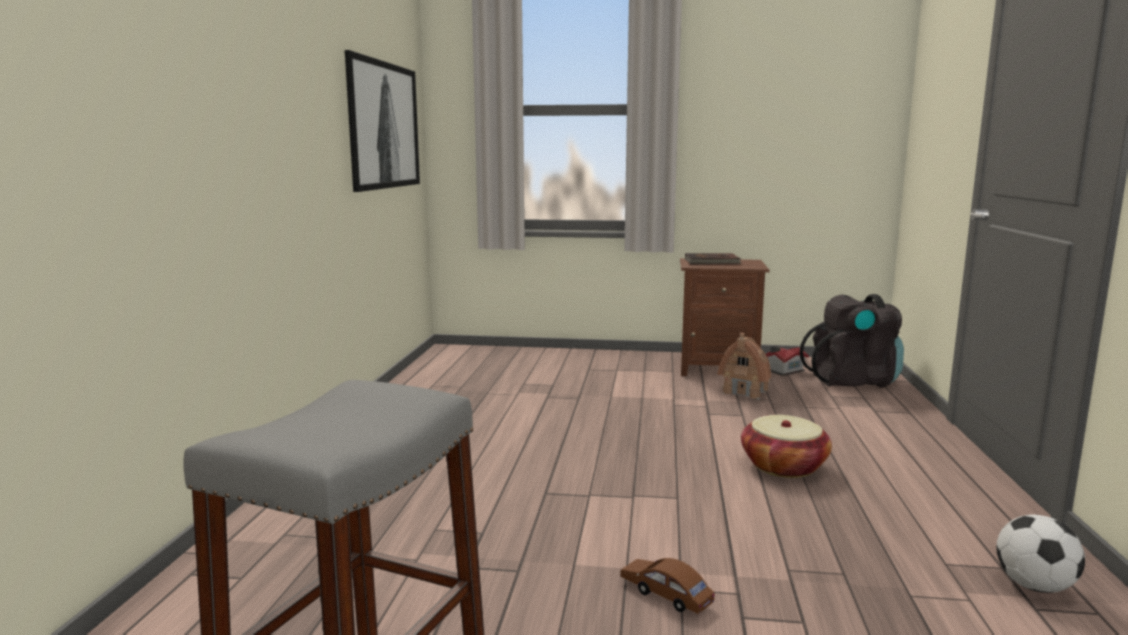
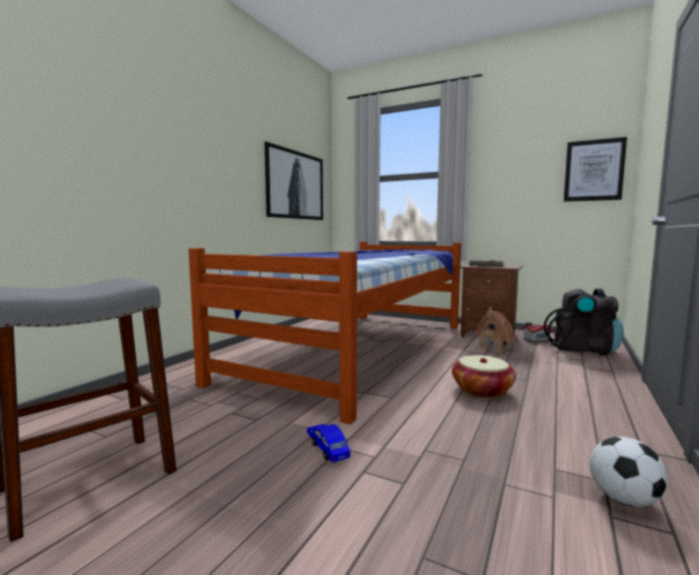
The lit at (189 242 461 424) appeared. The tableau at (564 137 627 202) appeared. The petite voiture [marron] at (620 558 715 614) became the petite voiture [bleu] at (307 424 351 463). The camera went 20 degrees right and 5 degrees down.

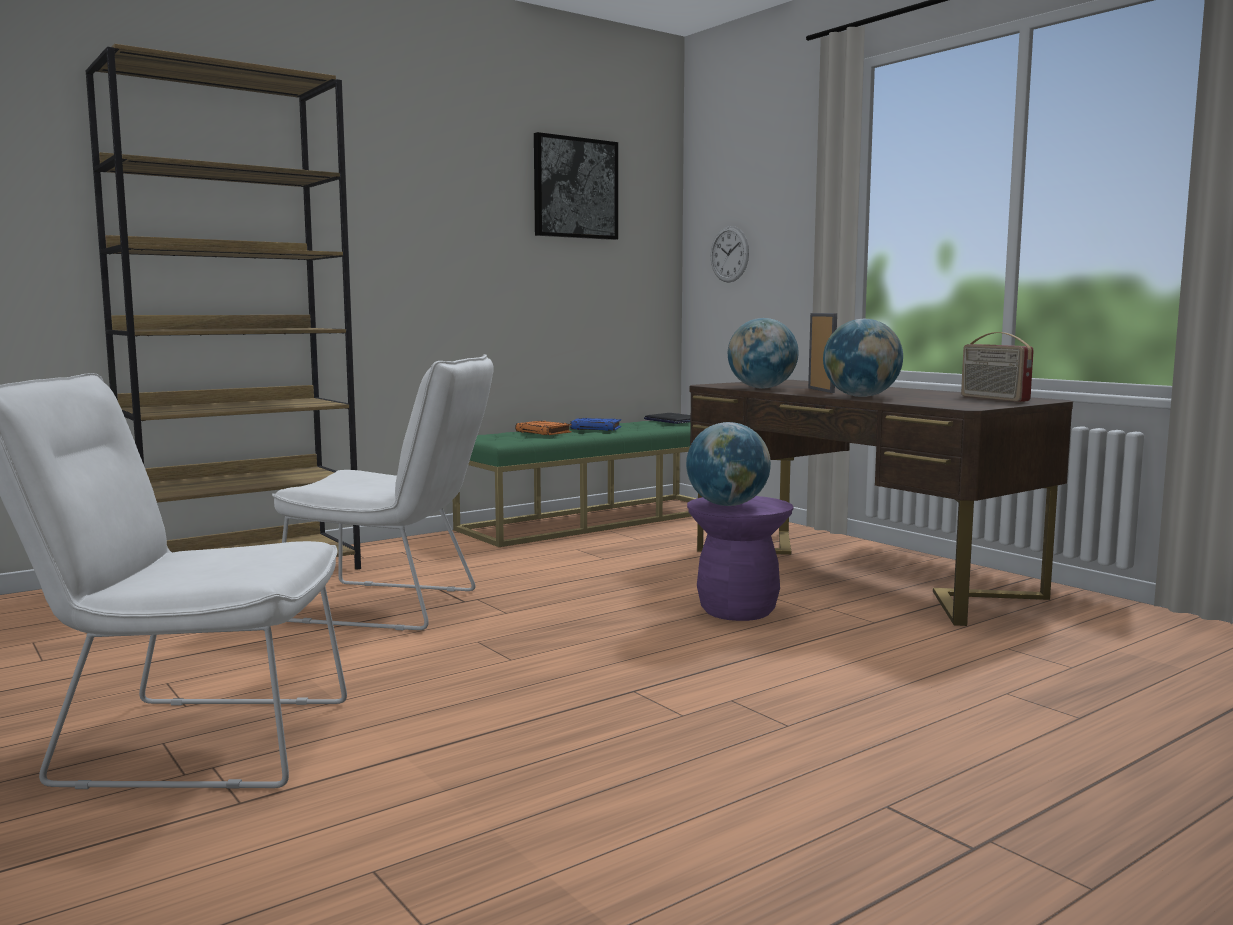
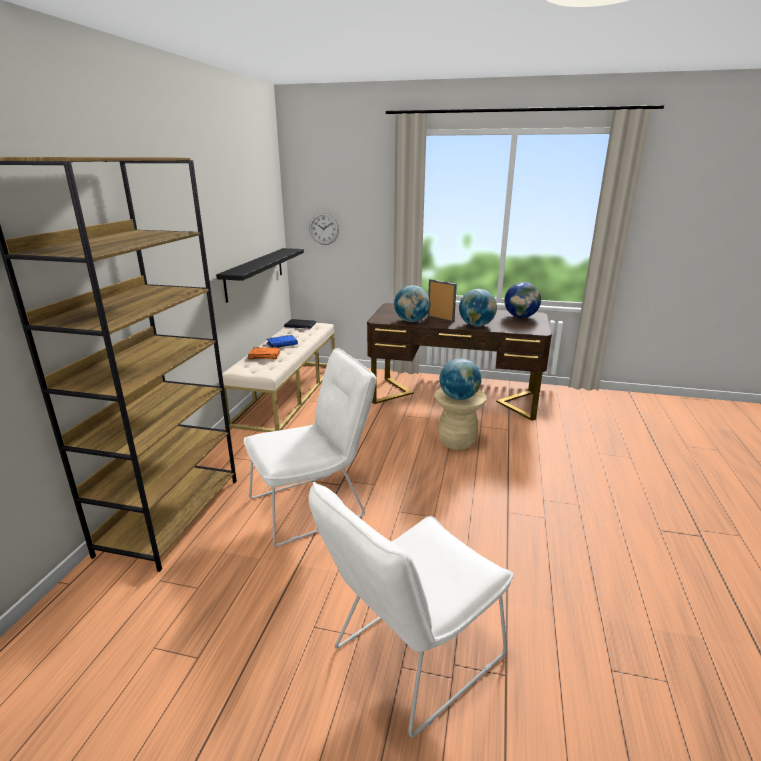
The tableau at (534 132 618 240) disappeared. The étagère [noir] at (216 248 304 303) appeared. The radio at (961 332 1034 402) was replaced by the globe at (504 282 541 318). The banc [vert] at (453 421 697 547) became the banc [beige] at (222 323 335 432). The tabouret [violet] at (687 496 794 621) became the tabouret [beige] at (435 388 487 450). The camera went 40 degrees left and 15 degrees up.

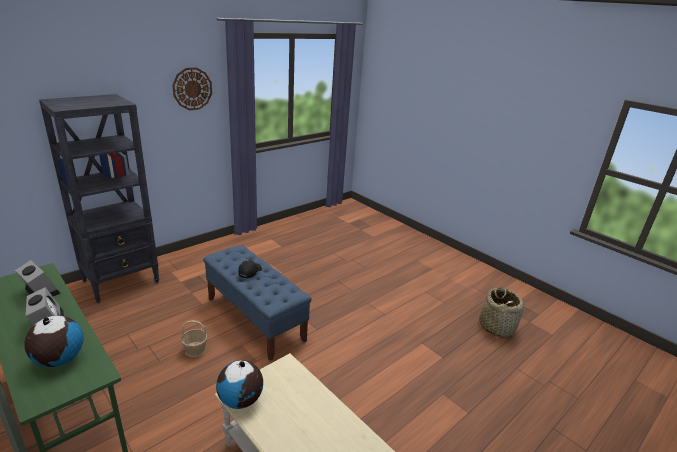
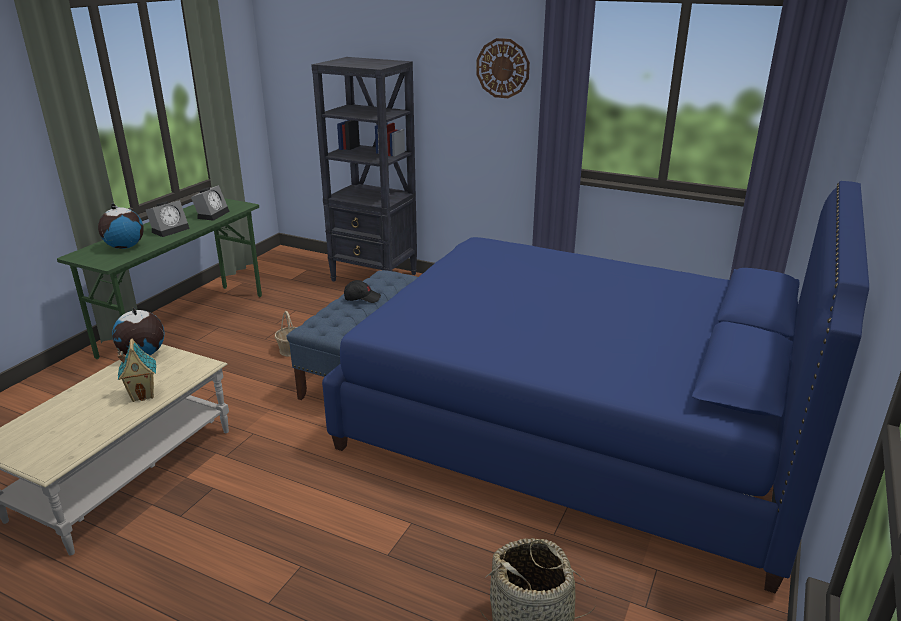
The maison miniature at (117 338 156 402) appeared. The lit [bleu] at (322 181 869 594) appeared. The camera went 70 degrees right and 0 degrees up.

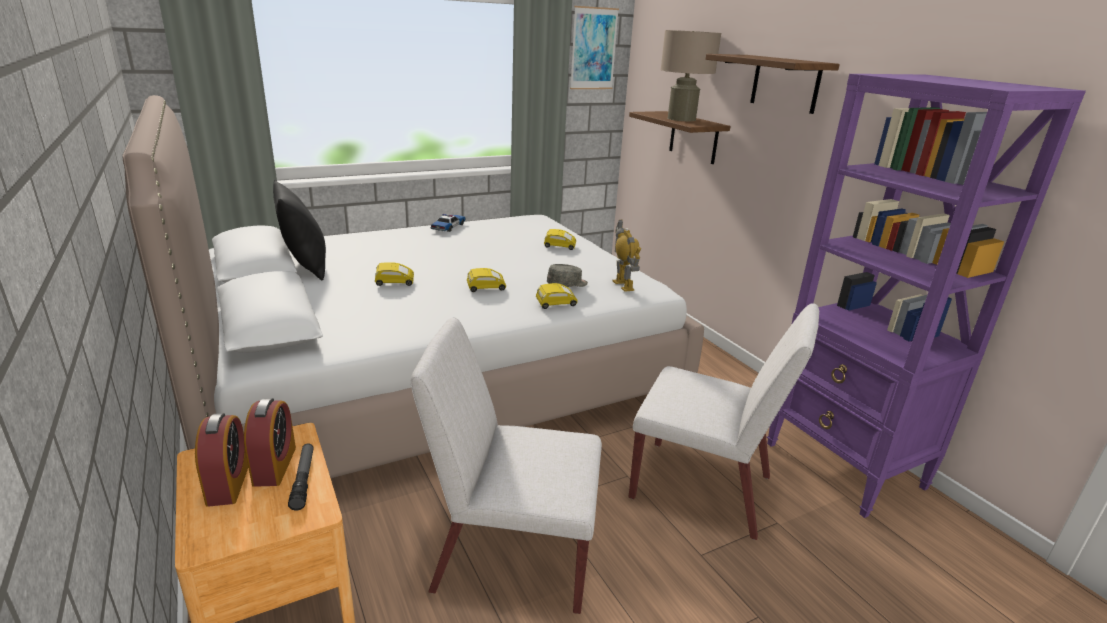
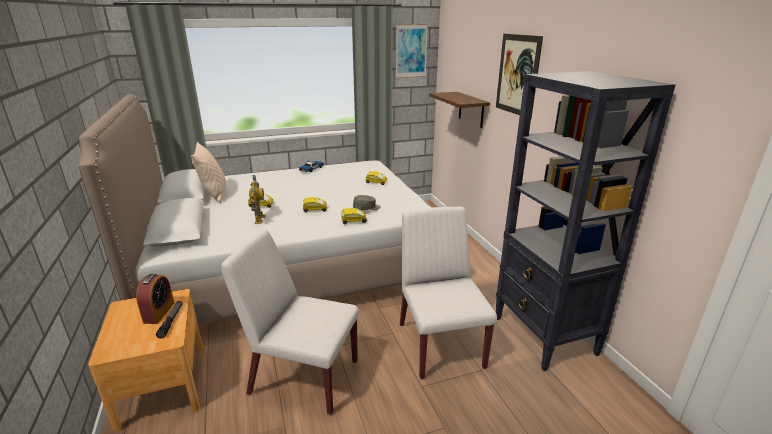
The réveil at (195 413 248 507) disappeared. The lampe de table [beige] at (661 30 721 121) disappeared. The robot jouet moved from (613 220 641 292) to (249 175 265 224). The étagère at (706 54 840 114) was replaced by the tableau at (496 34 543 119). The coussin [noir] at (273 179 326 280) became the coussin [beige] at (191 142 226 203). The bibliothèque [violet] at (767 74 1086 518) became the bibliothèque [noir] at (496 71 676 371). The chaise [blanc] at (629 303 819 540) turned 135 degrees counterclockwise. The camera went 10 degrees right and 0 degrees up.

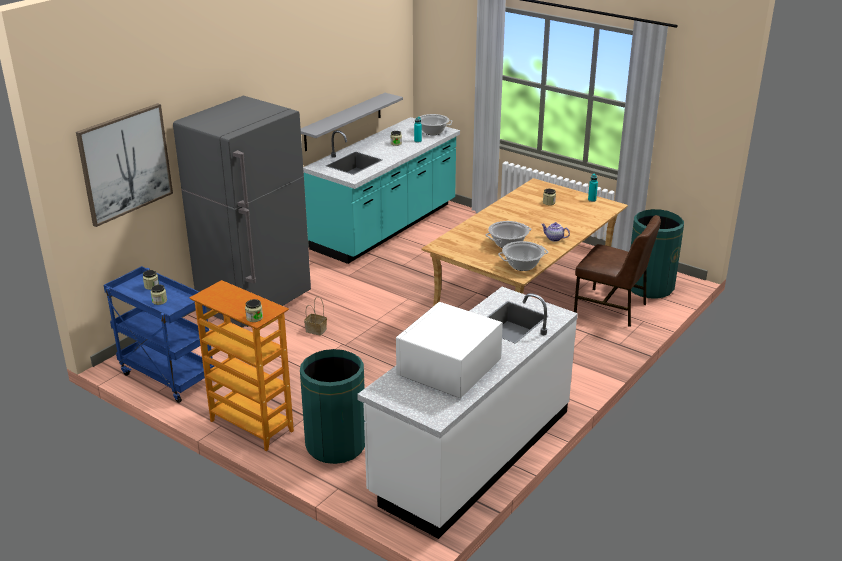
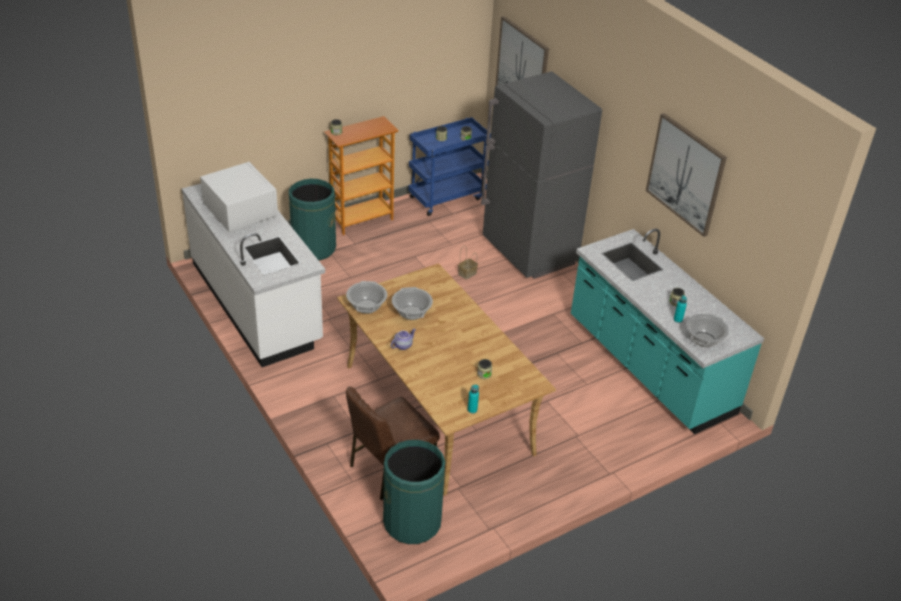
The étagère [gris] at (301 93 403 151) disappeared. The tableau at (646 113 727 237) appeared. The camera went 110 degrees right and 10 degrees up.

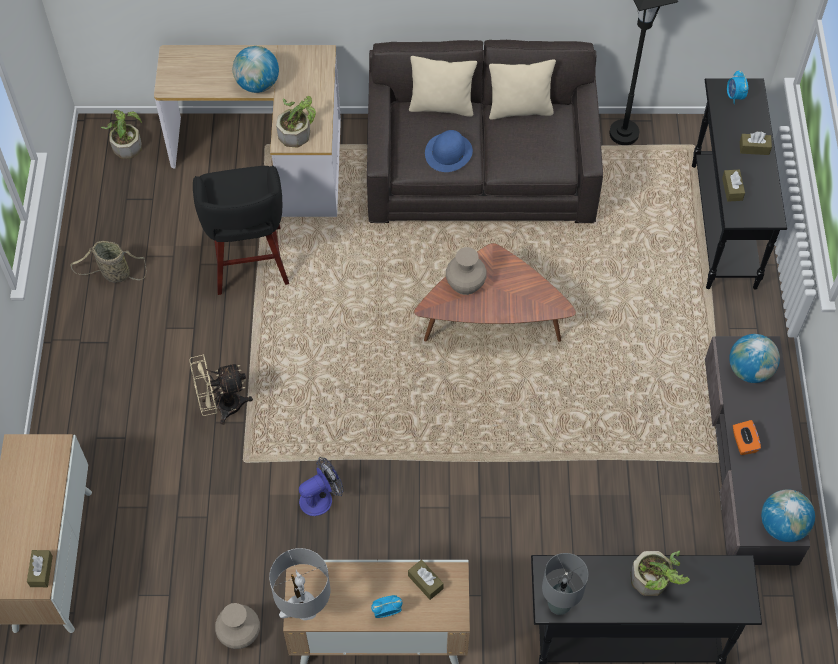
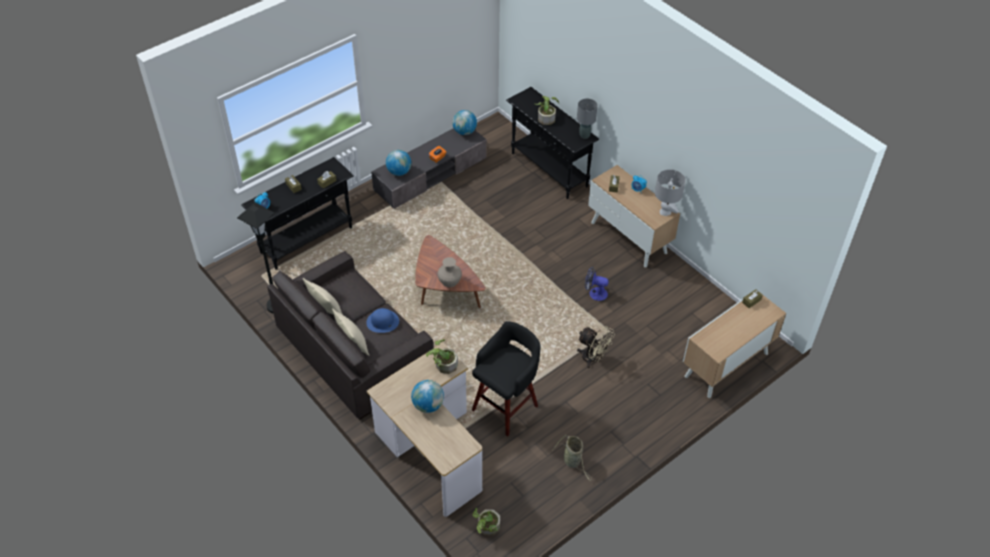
The vase [beige] at (215 603 260 649) disappeared. The camera went 130 degrees left and 10 degrees down.

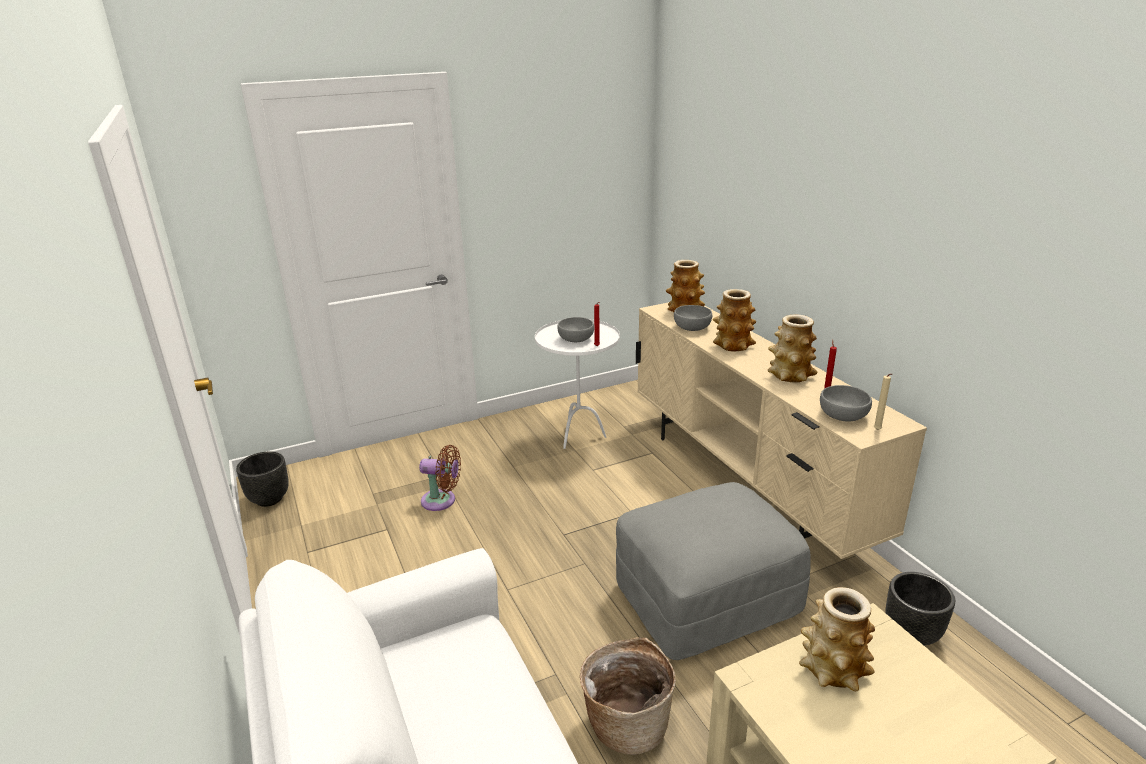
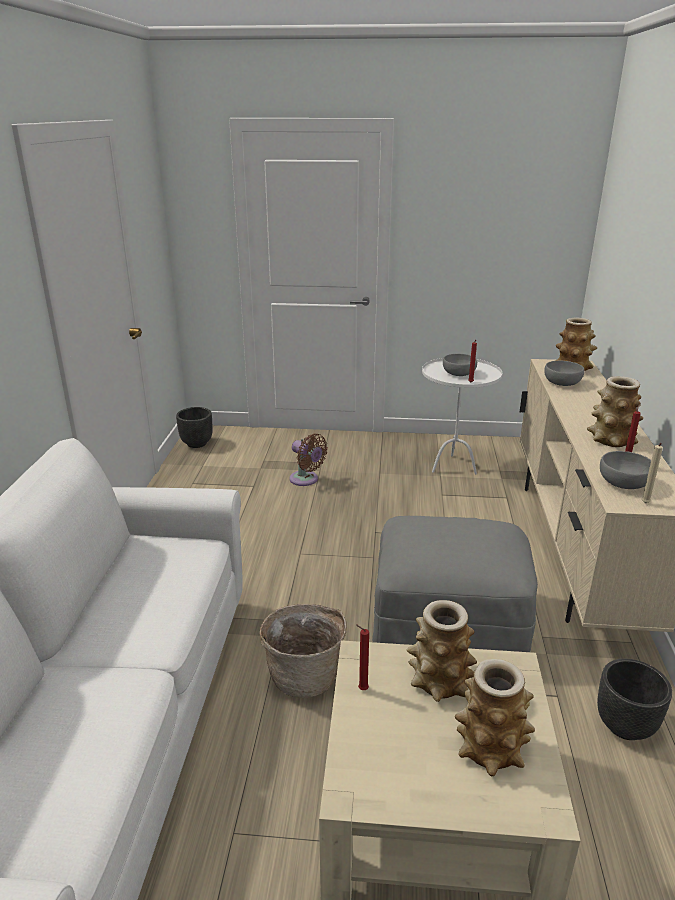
The bougie [rouge] at (356 624 369 690) appeared. The vase moved from (713 289 756 351) to (455 659 535 776). The camera went 30 degrees right and 0 degrees up.

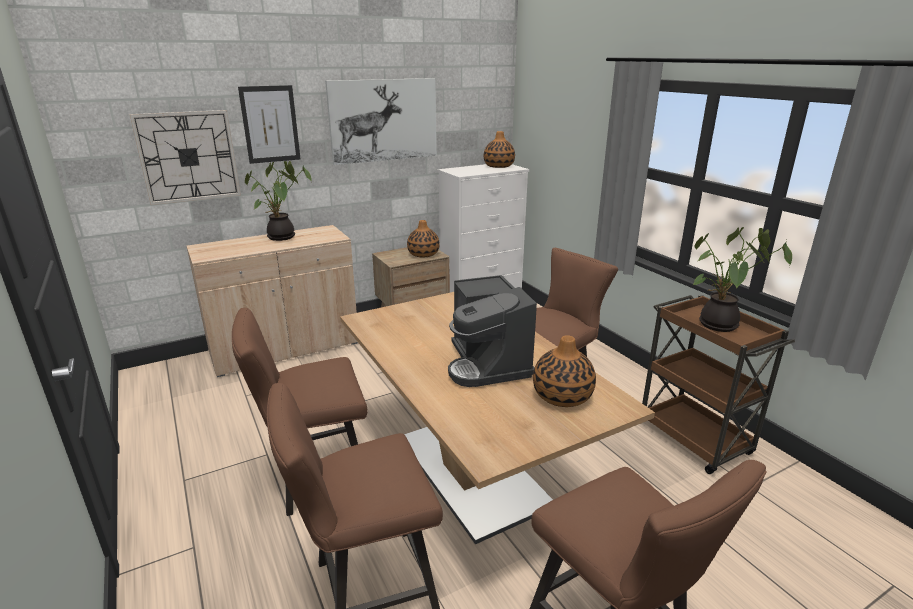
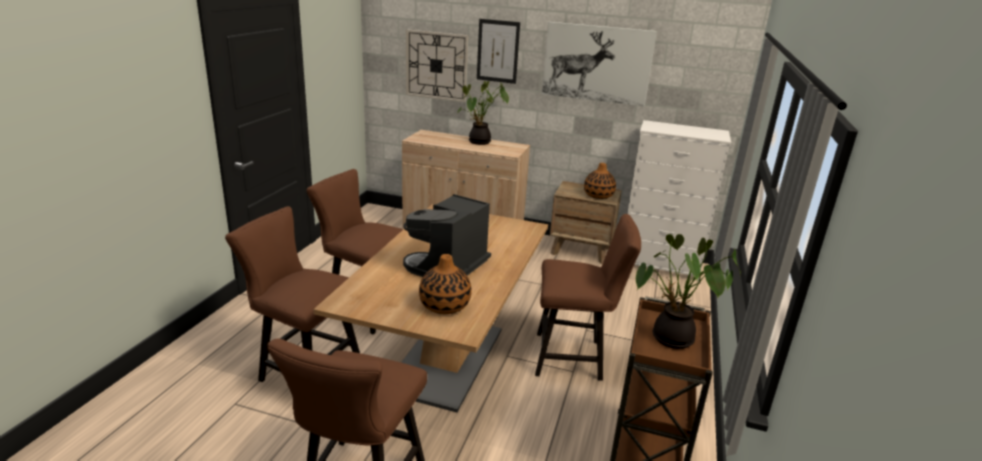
The vase at (484 131 515 168) disappeared. The camera went 45 degrees right and 0 degrees up.

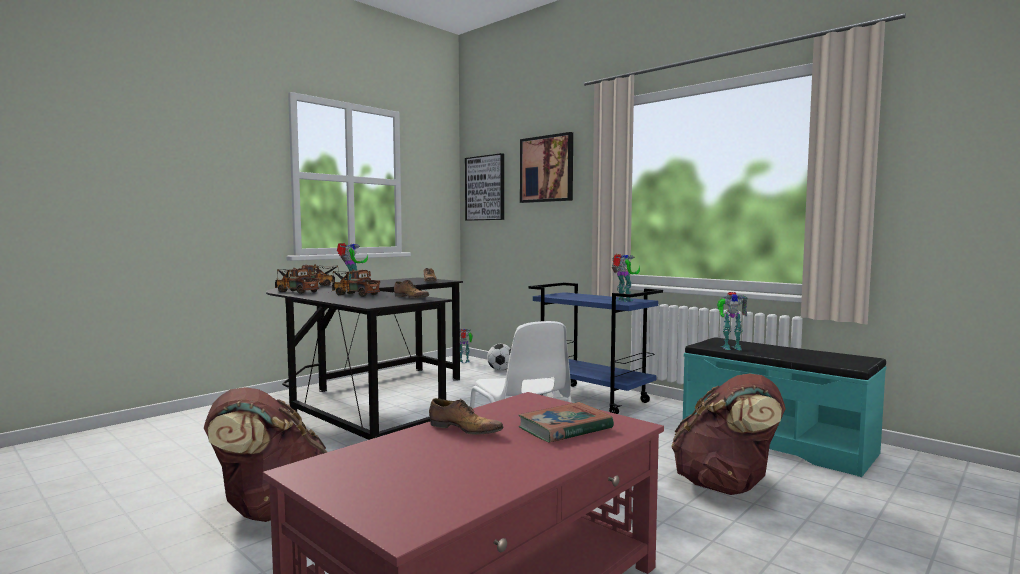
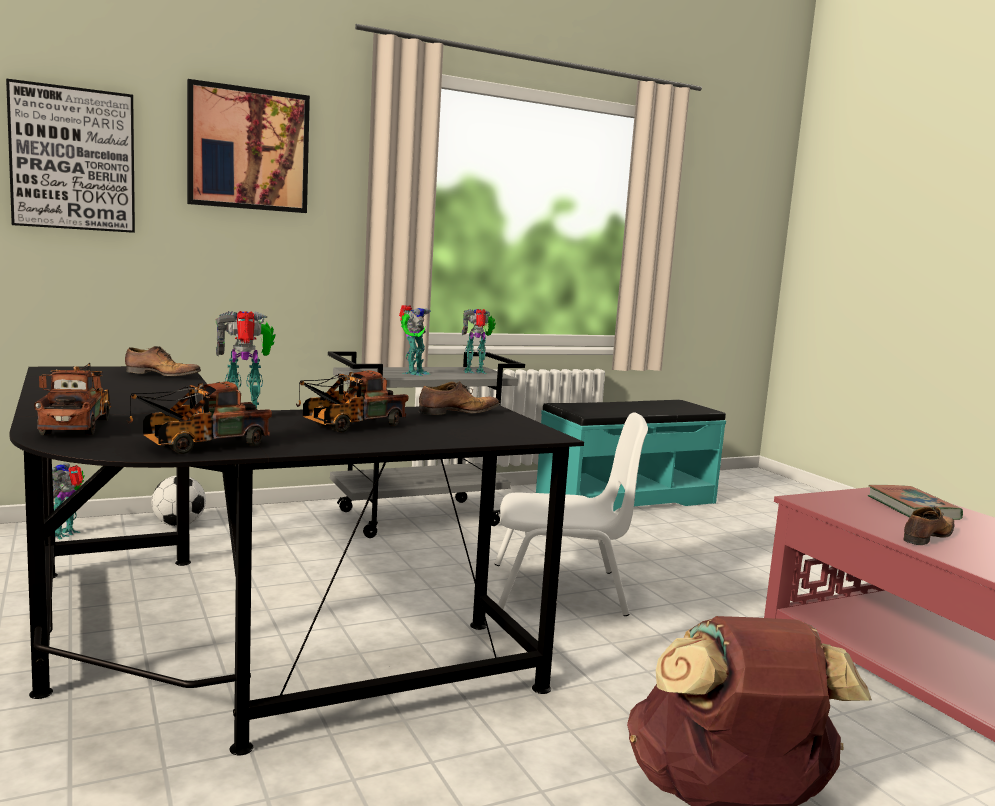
The sac à dos [marron] at (671 373 786 495) disappeared. The robot jouet moved from (717 292 747 350) to (399 305 431 376). The chariot [bleu] at (528 283 663 414) became the chariot [gris] at (328 351 525 538). The camera went 70 degrees left and 5 degrees up.

